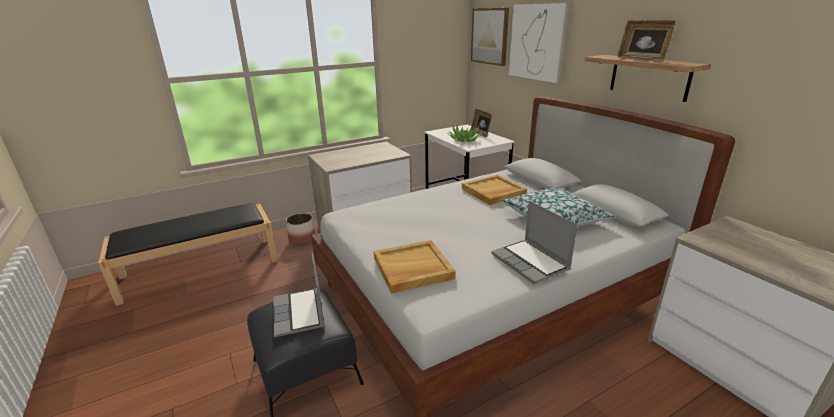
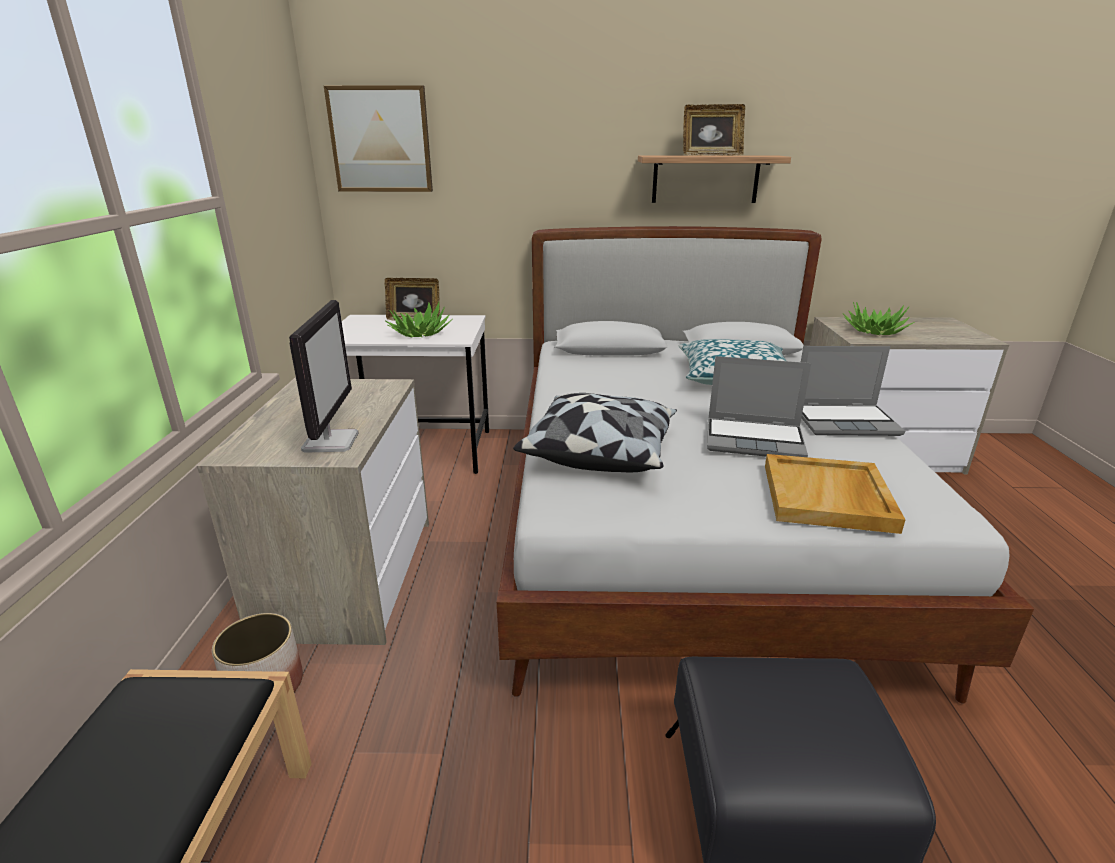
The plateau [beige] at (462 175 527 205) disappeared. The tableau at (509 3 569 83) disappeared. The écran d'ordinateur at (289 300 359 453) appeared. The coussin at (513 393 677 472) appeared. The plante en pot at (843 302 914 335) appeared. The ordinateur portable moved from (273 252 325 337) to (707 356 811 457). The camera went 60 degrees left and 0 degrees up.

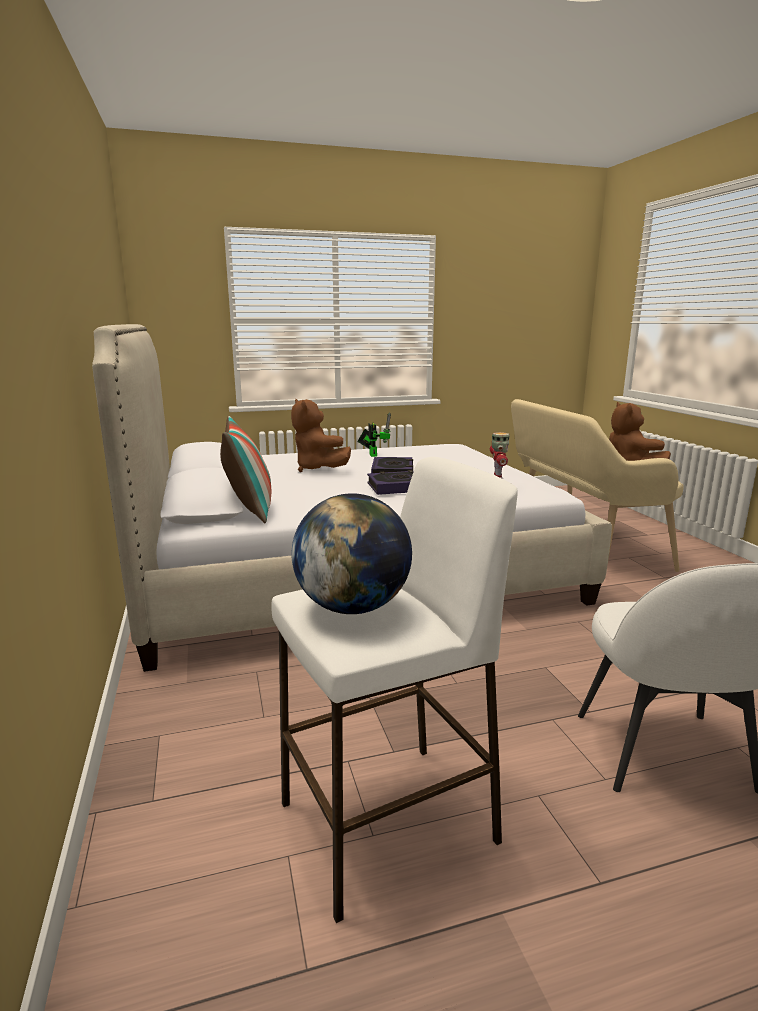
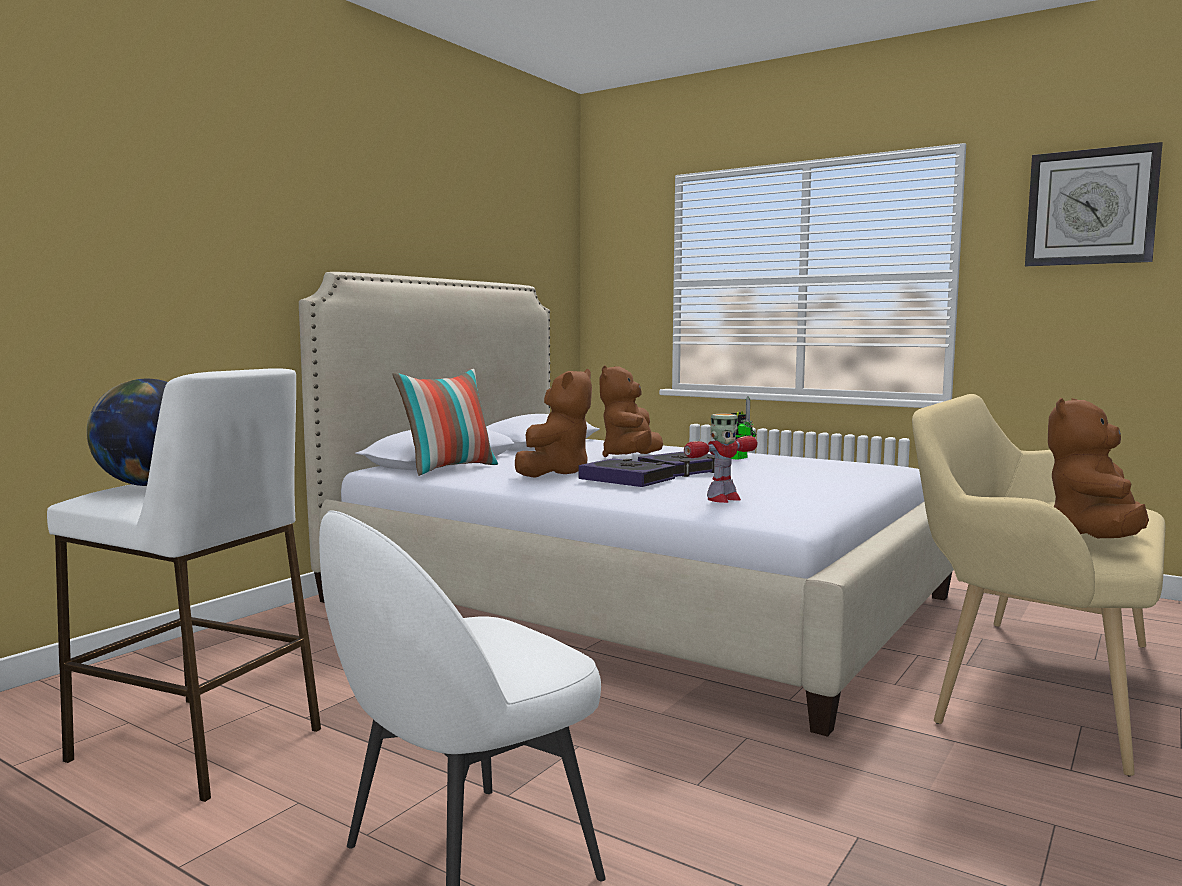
The peluche [marron] at (515 369 592 478) appeared. The horloge murale at (1025 142 1163 266) appeared. The camera went 50 degrees right and 10 degrees down.

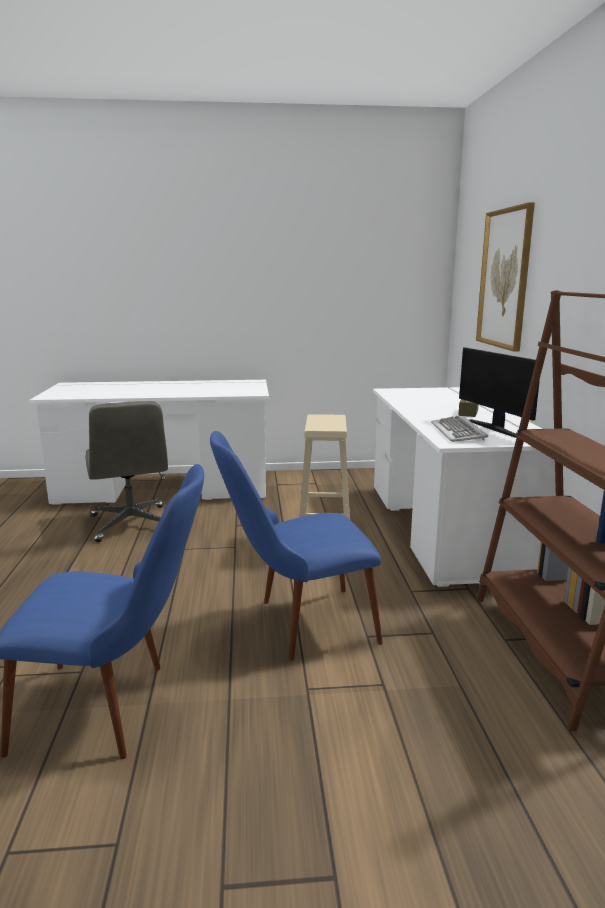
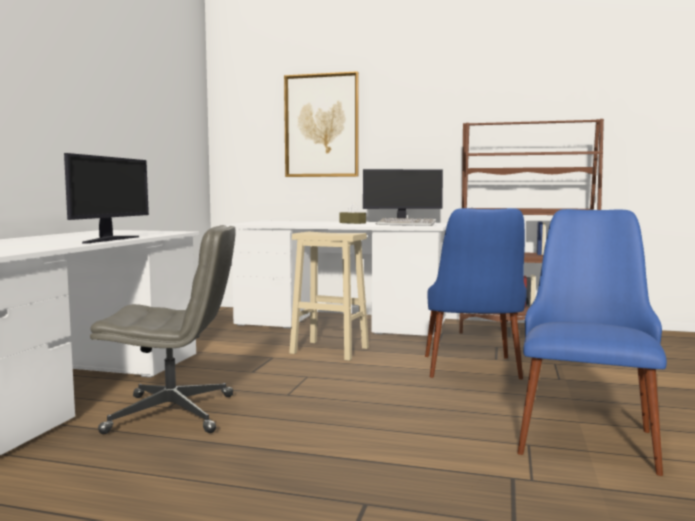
The écran d'ordinateur at (64 153 149 243) appeared. The camera went 70 degrees left and 10 degrees down.

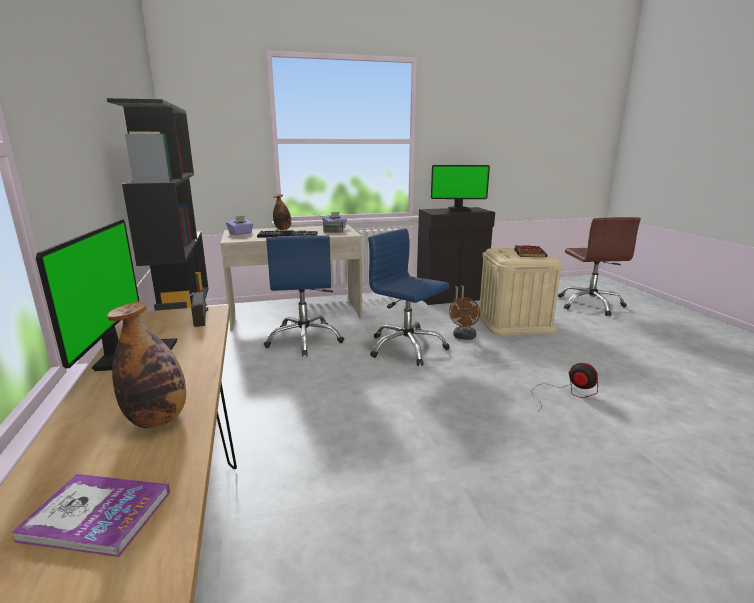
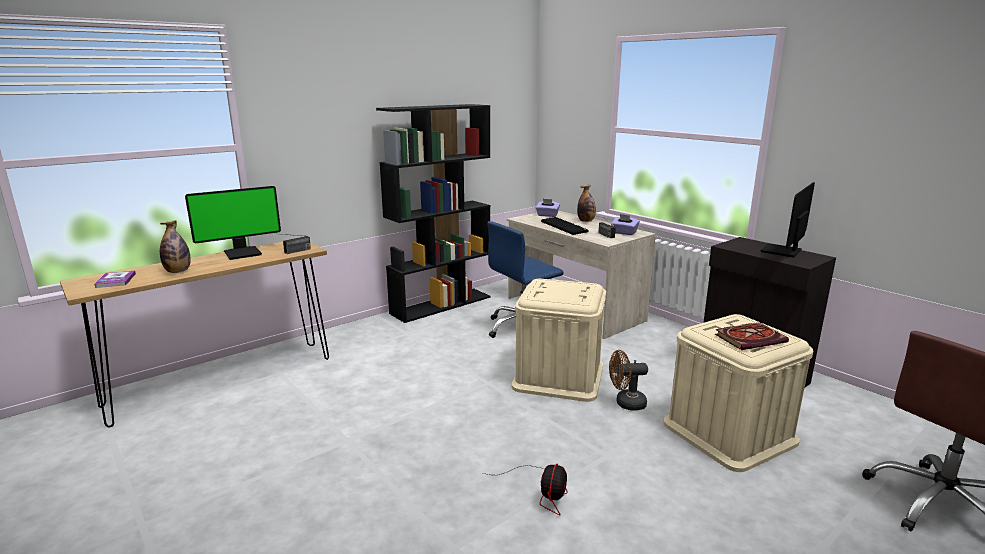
The chaise de bureau [bleu] at (368 228 450 366) was replaced by the boîte de rangement [beige] at (512 279 606 402). The écran d'ordinateur at (431 165 490 211) turned 60 degrees clockwise. The camera went 65 degrees right and 0 degrees up.

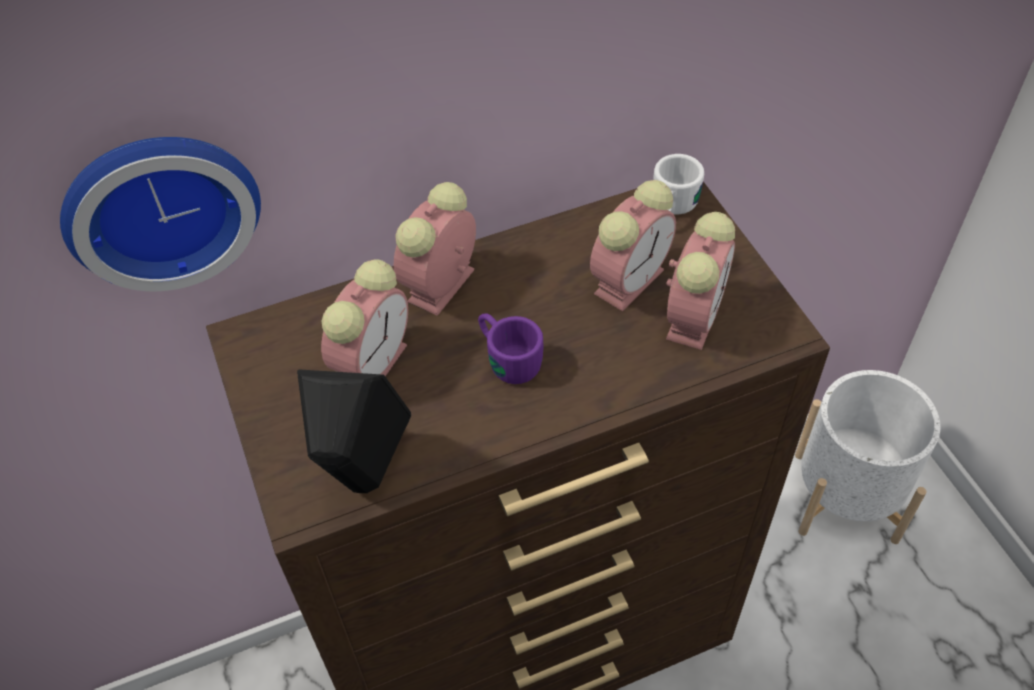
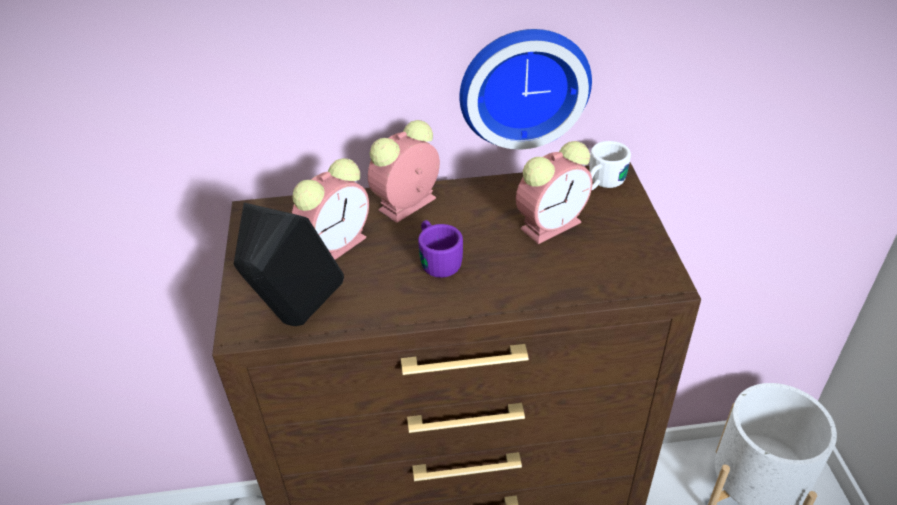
The réveil at (666 212 735 350) disappeared. The horloge murale moved from (60 137 261 291) to (459 29 592 149). The camera went 15 degrees right and 10 degrees down.

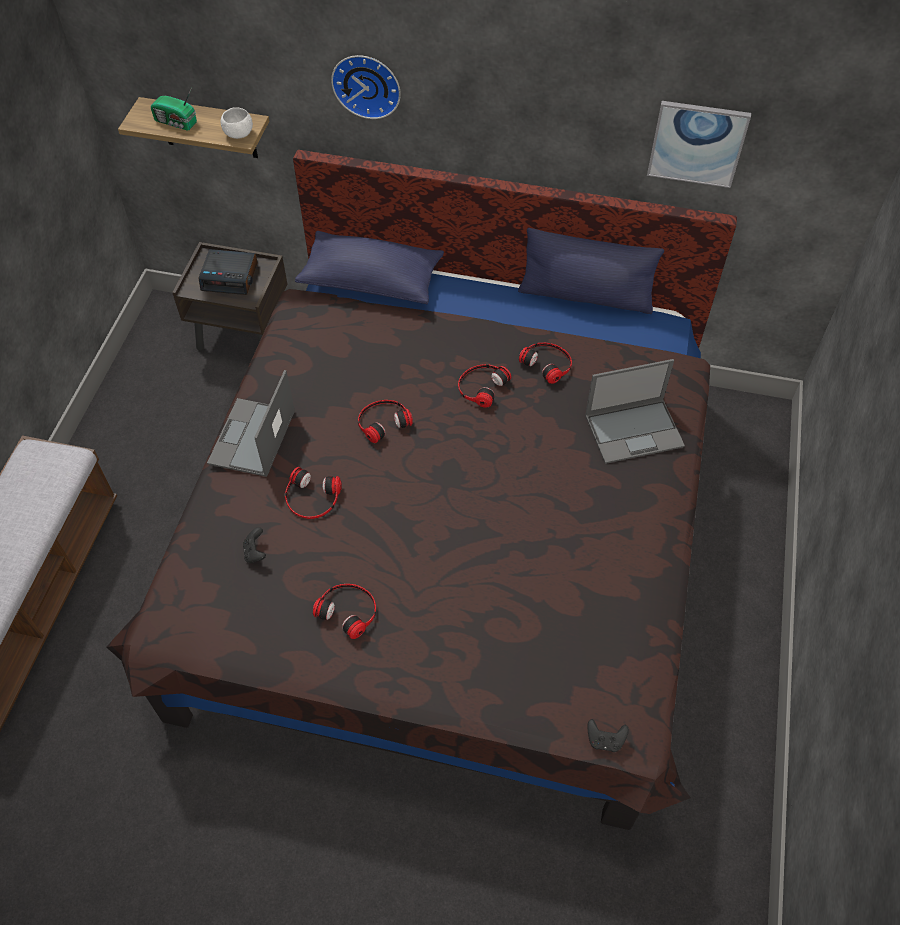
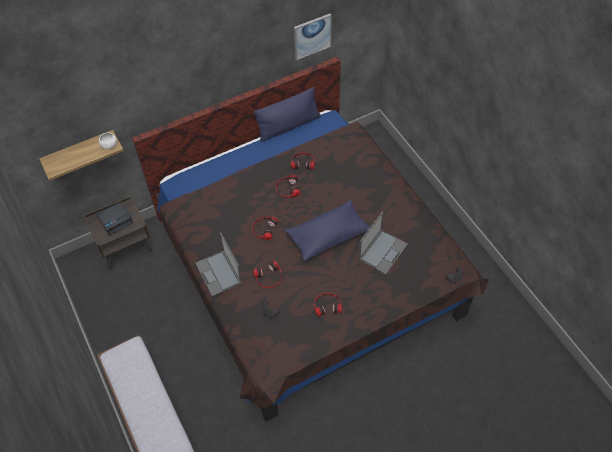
The radio at (151 87 197 131) disappeared. The horloge murale at (331 55 401 119) disappeared. The coussin [bleu] moved from (295 231 444 304) to (285 200 370 261). The ordinateur portable moved from (585 359 685 464) to (358 211 408 275). The camera went 40 degrees left and 0 degrees up.

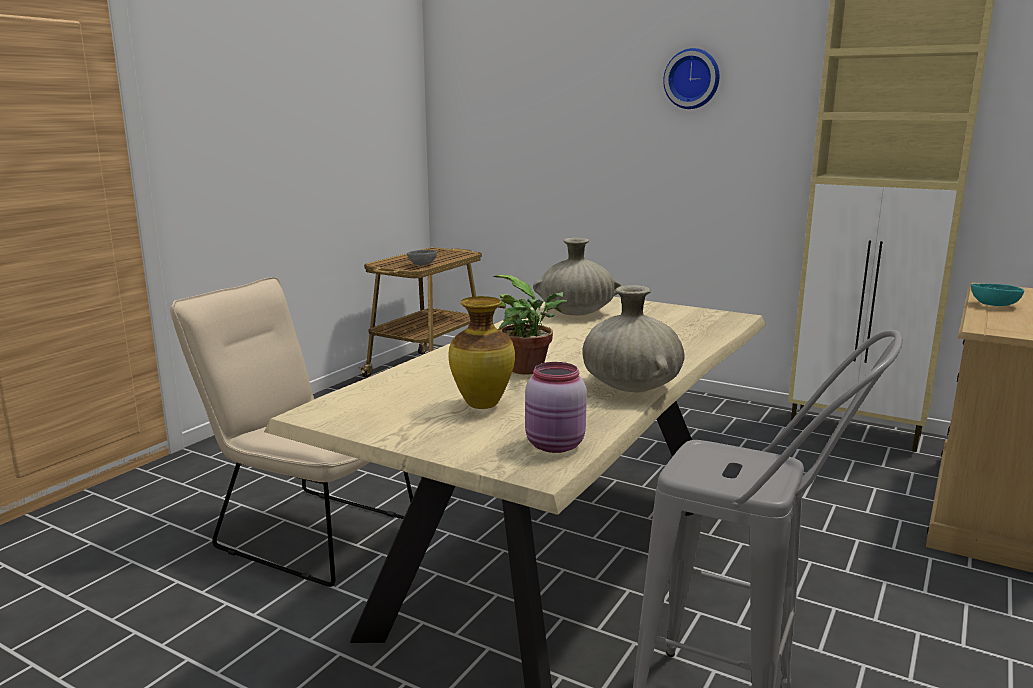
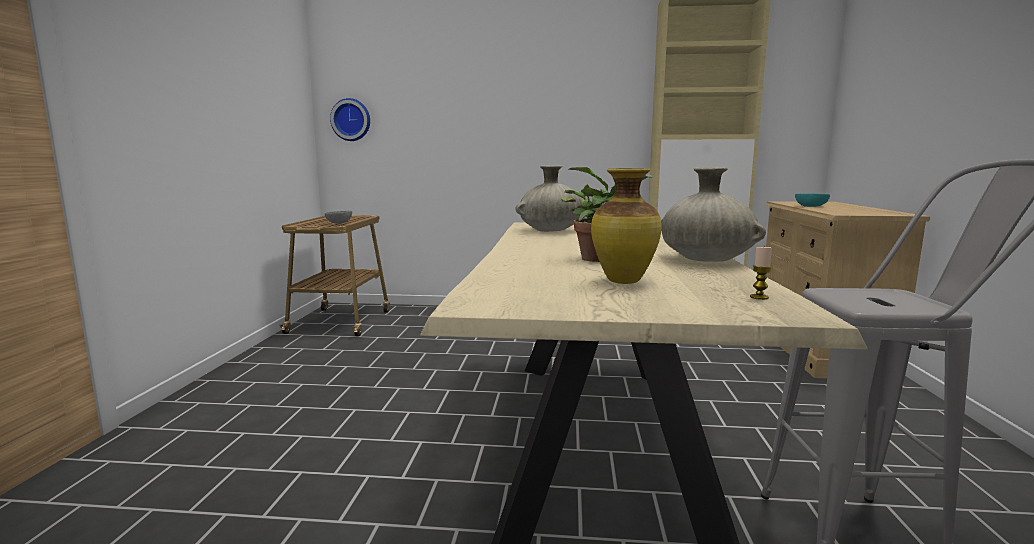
The chaise [beige] at (170 277 413 587) disappeared. The horloge murale moved from (663 48 719 109) to (330 98 370 141). The bocal [rose] at (525 362 587 453) was replaced by the bougie at (750 247 772 300). The camera went 25 degrees left and 5 degrees down.

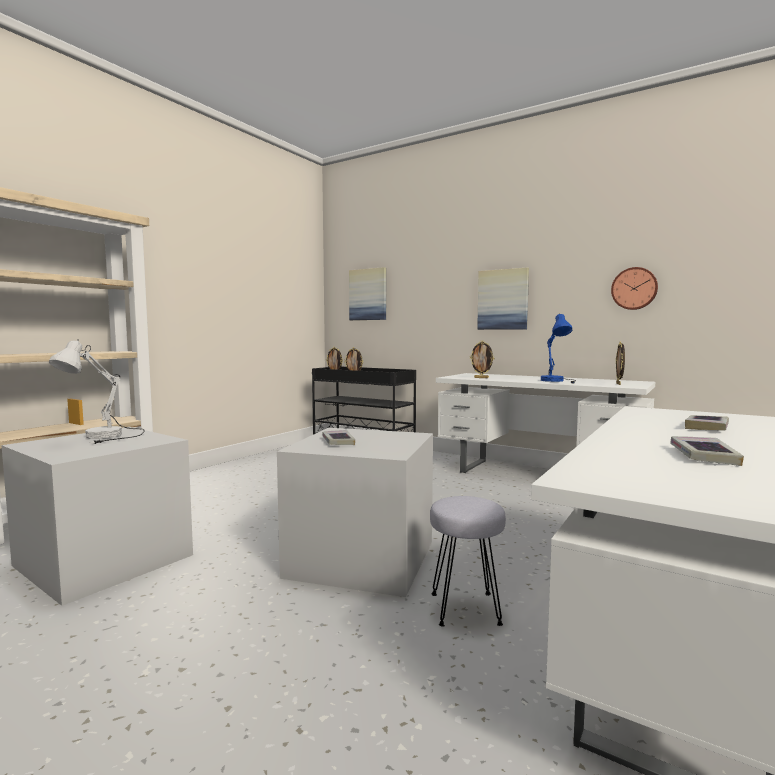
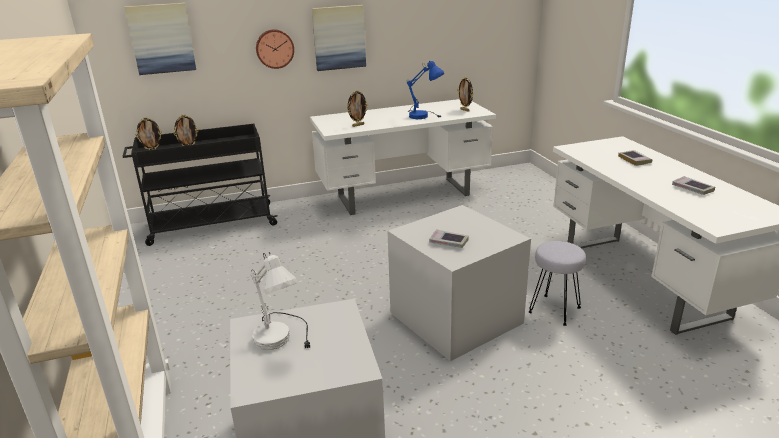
The horloge murale moved from (611 267 658 310) to (256 29 294 69). The camera went 50 degrees left and 20 degrees up.

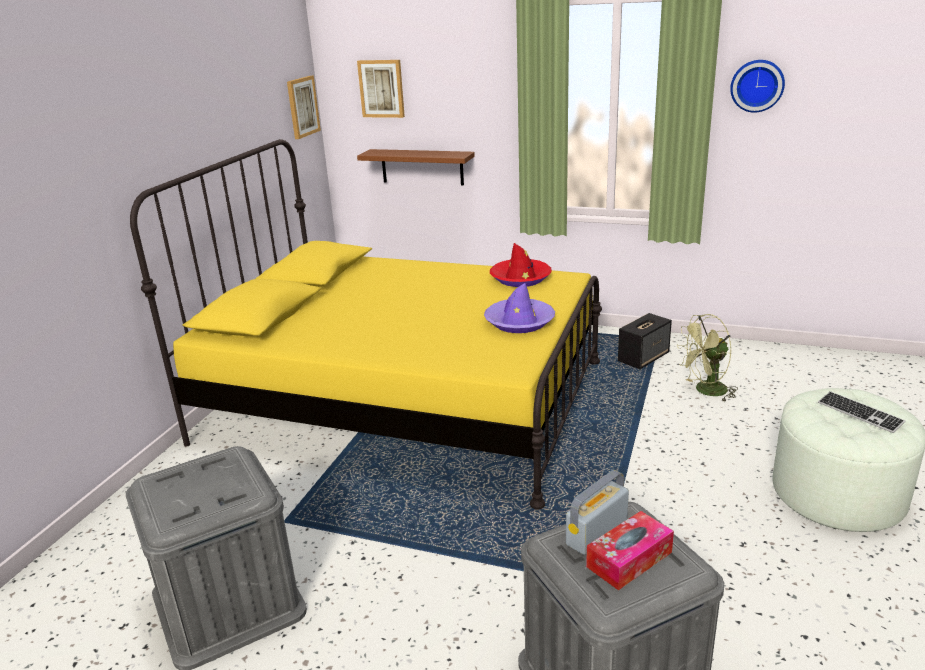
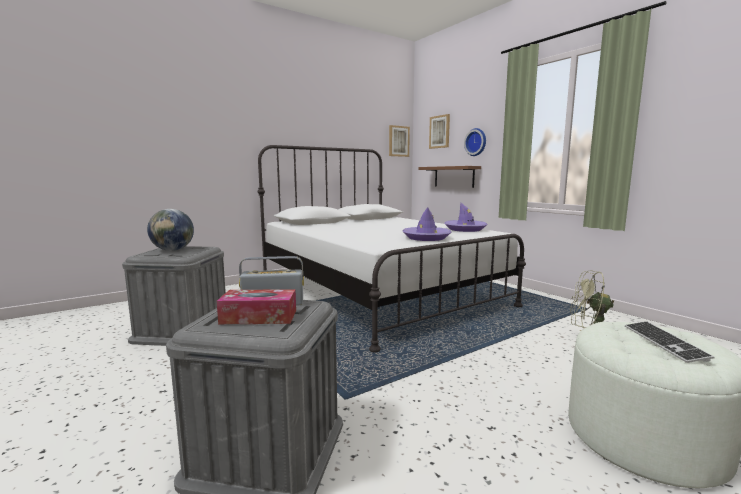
The enceinte at (618 313 672 369) disappeared. The globe at (147 209 194 251) appeared. The horloge murale moved from (730 60 785 113) to (464 128 486 156). The lit [jaune] at (130 139 602 510) became the lit [blanc] at (257 145 526 353). The chapeau [rouge] at (490 243 552 287) became the chapeau [violet] at (444 202 487 232). The camera went 35 degrees right and 15 degrees down.

